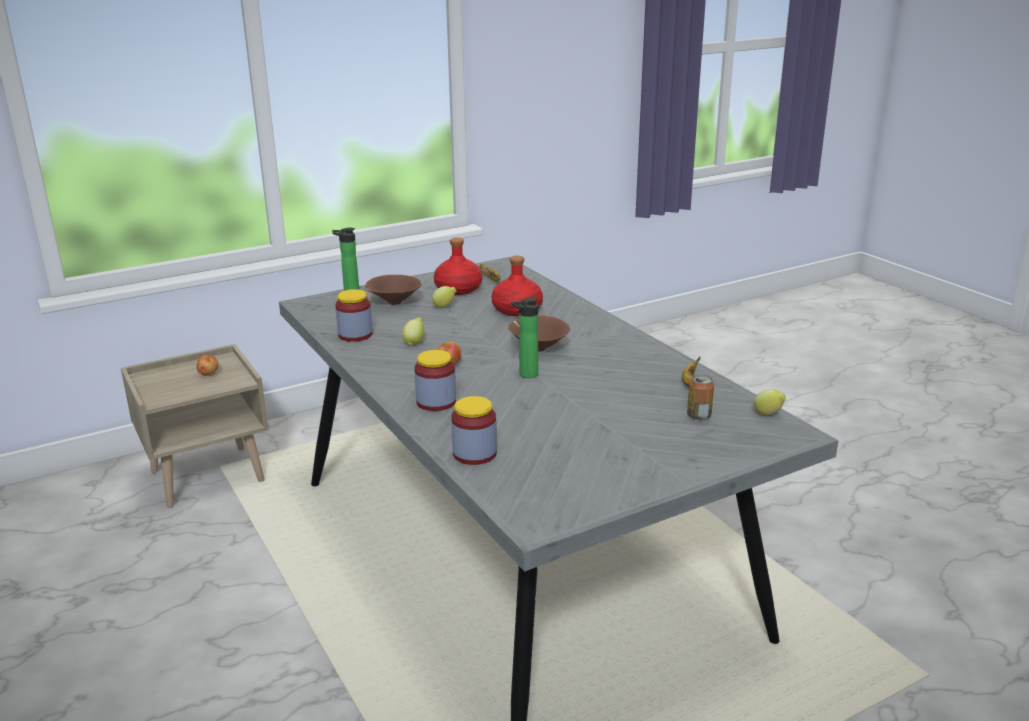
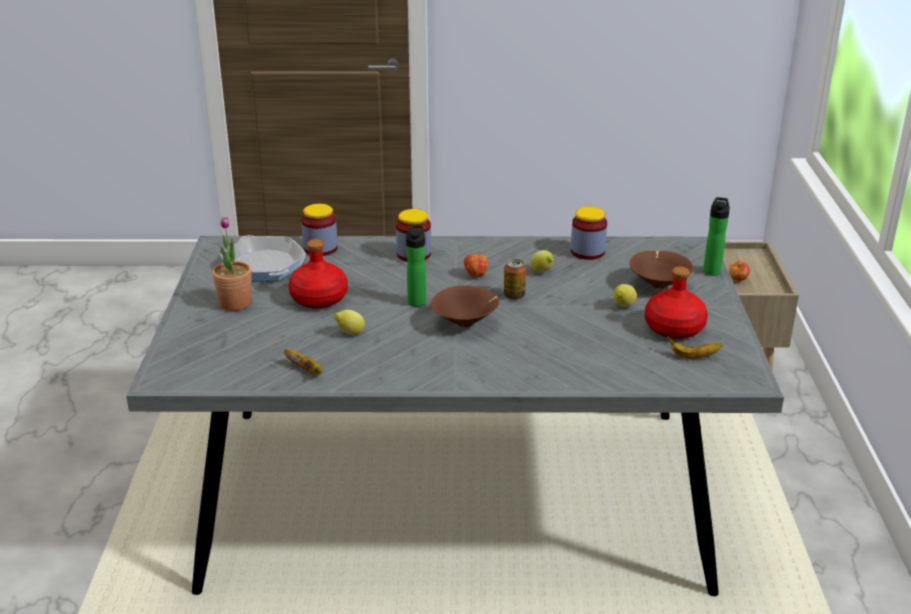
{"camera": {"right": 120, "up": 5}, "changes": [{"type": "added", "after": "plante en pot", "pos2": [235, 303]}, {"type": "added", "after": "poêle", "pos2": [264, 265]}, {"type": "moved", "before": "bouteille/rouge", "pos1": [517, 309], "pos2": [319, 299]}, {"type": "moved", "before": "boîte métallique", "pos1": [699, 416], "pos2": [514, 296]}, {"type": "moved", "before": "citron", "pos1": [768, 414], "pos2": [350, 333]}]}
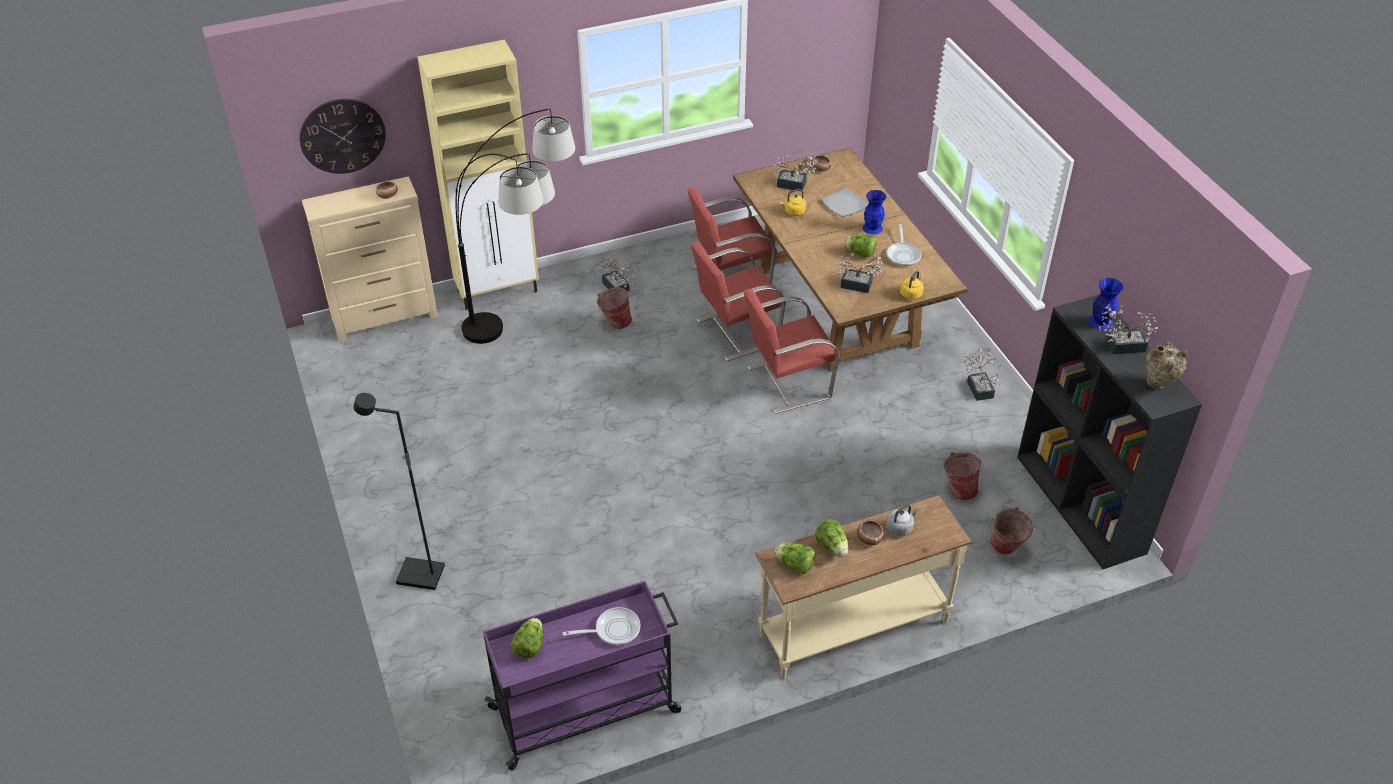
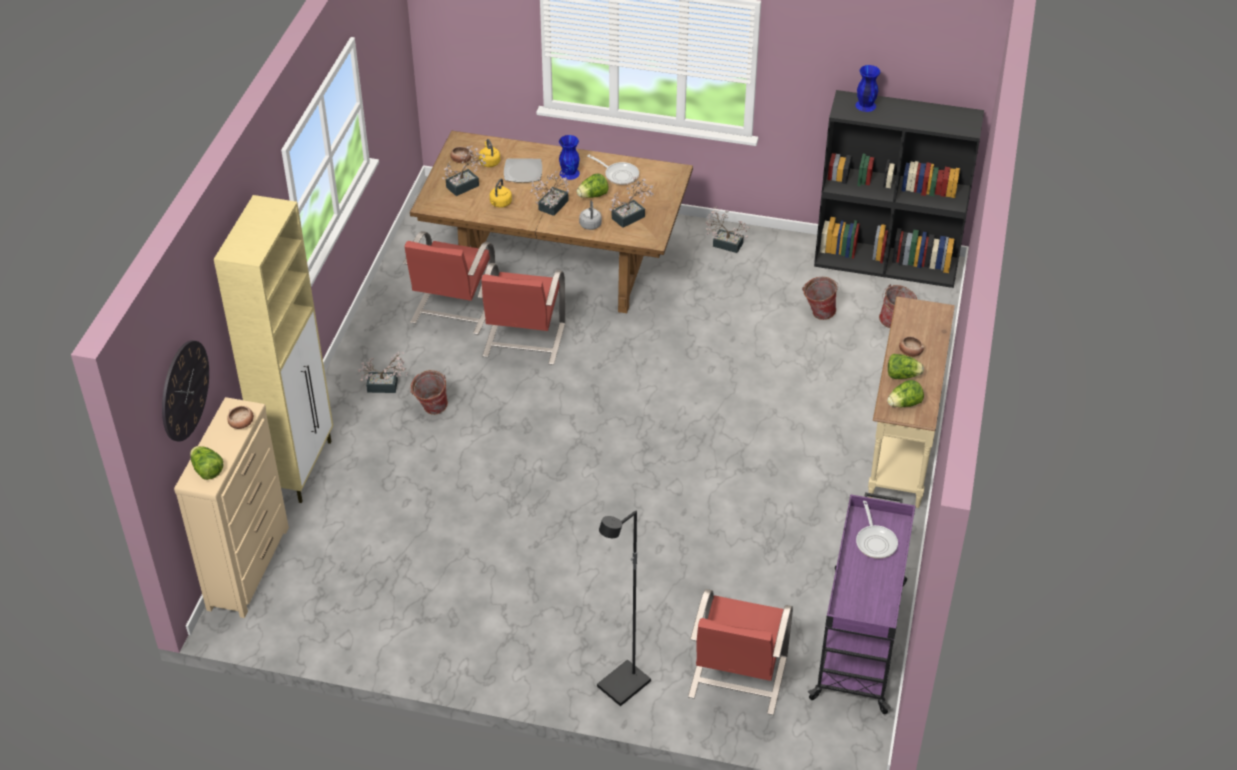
{"camera": {"right": -55, "up": 0}, "changes": [{"type": "removed", "before": "lampadaire", "pos1": [530, 339]}, {"type": "removed", "before": "vase/beige", "pos1": [1158, 385]}, {"type": "moved", "before": "laitue", "pos1": [529, 646], "pos2": [207, 470]}, {"type": "moved", "before": "chaise/rouge", "pos1": [787, 382], "pos2": [736, 678]}, {"type": "moved", "before": "bouilloire/gris", "pos1": [900, 527], "pos2": [590, 224]}, {"type": "moved", "before": "bouilloire/jaune", "pos1": [911, 293], "pos2": [489, 162]}, {"type": "moved", "before": "plante en pot", "pos1": [1121, 345], "pos2": [551, 207]}, {"type": "turned", "before": "poêle", "pos1": [613, 630], "pos2": [875, 541], "turn": 150}]}
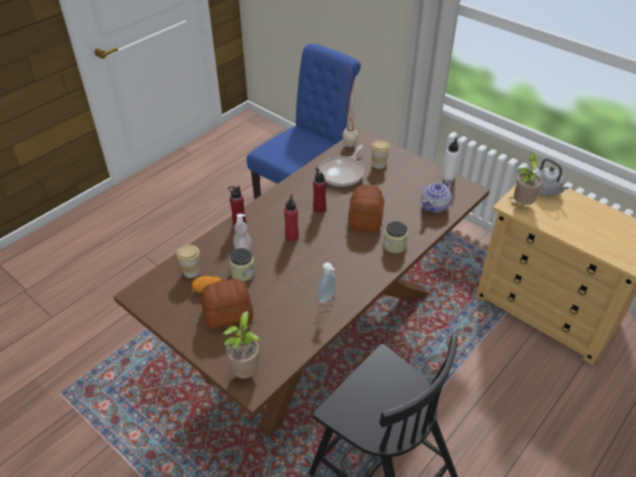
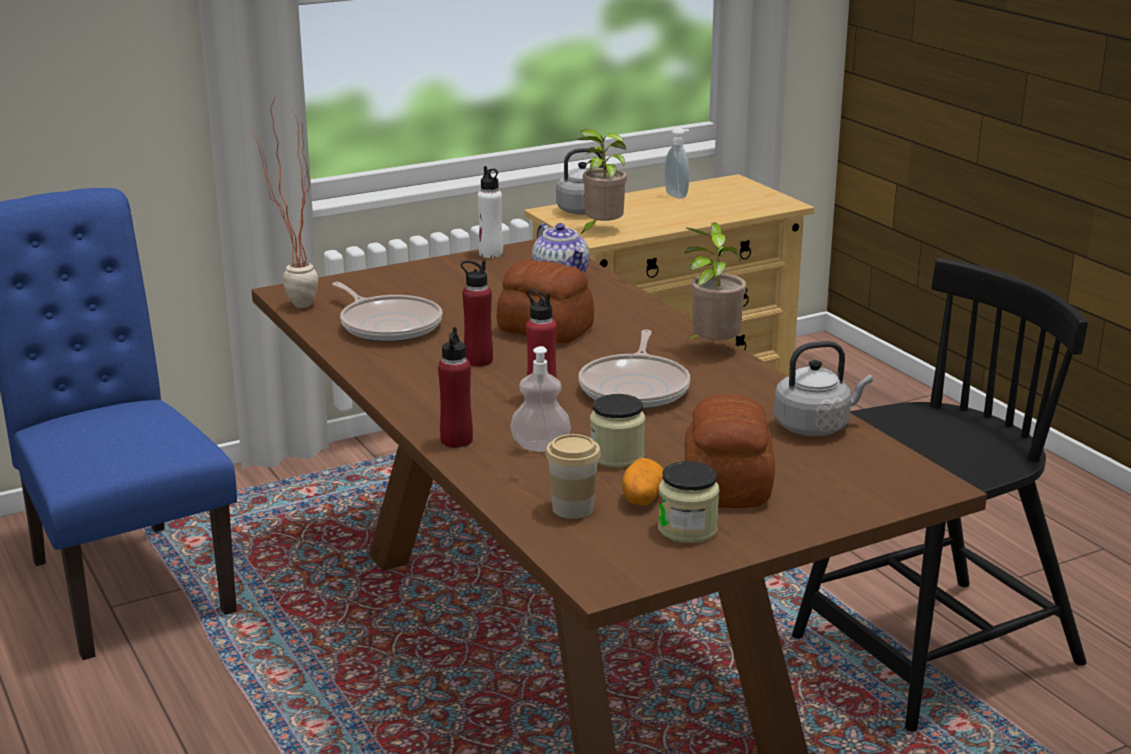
{"camera": {"right": -70, "up": -20}, "changes": [{"type": "removed", "before": "tasse", "pos1": [378, 164]}, {"type": "added", "after": "poêle", "pos2": [635, 388]}, {"type": "added", "after": "bouilloire/gris", "pos2": [815, 426]}, {"type": "moved", "before": "plante en pot", "pos1": [246, 372], "pos2": [712, 349]}, {"type": "moved", "before": "distributeur de savon", "pos1": [327, 298], "pos2": [677, 195]}, {"type": "moved", "before": "bocal", "pos1": [394, 245], "pos2": [687, 529]}]}
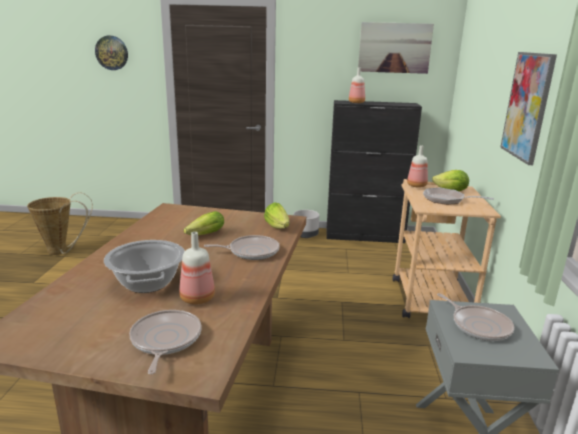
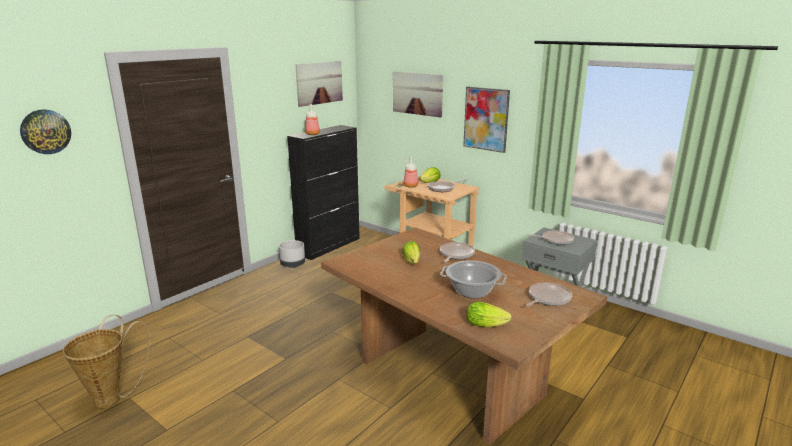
{"camera": {"right": -55, "up": 0}, "changes": [{"type": "removed", "before": "bouteille", "pos1": [197, 299]}, {"type": "added", "after": "tableau", "pos2": [417, 93]}, {"type": "moved", "before": "laitue", "pos1": [278, 227], "pos2": [488, 324]}, {"type": "turned", "before": "poêle", "pos1": [165, 340], "pos2": [547, 298], "turn": 105}]}
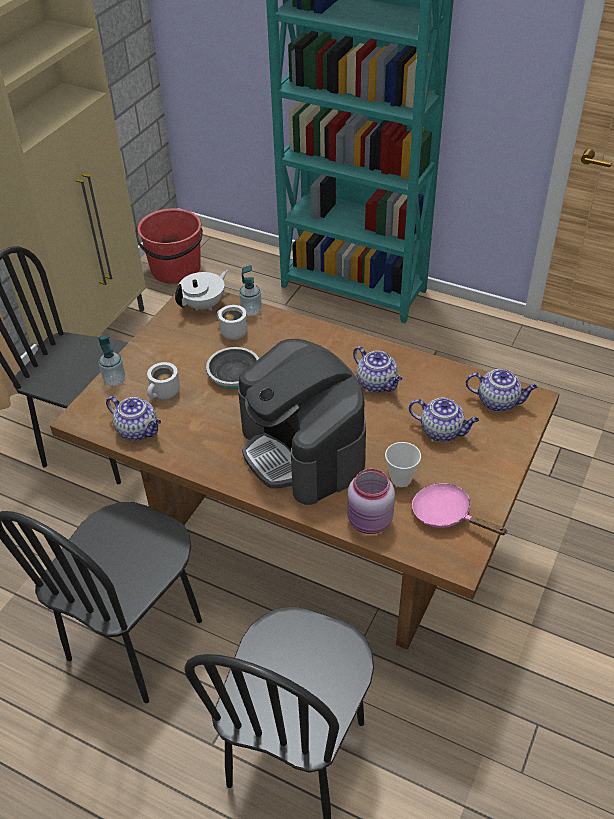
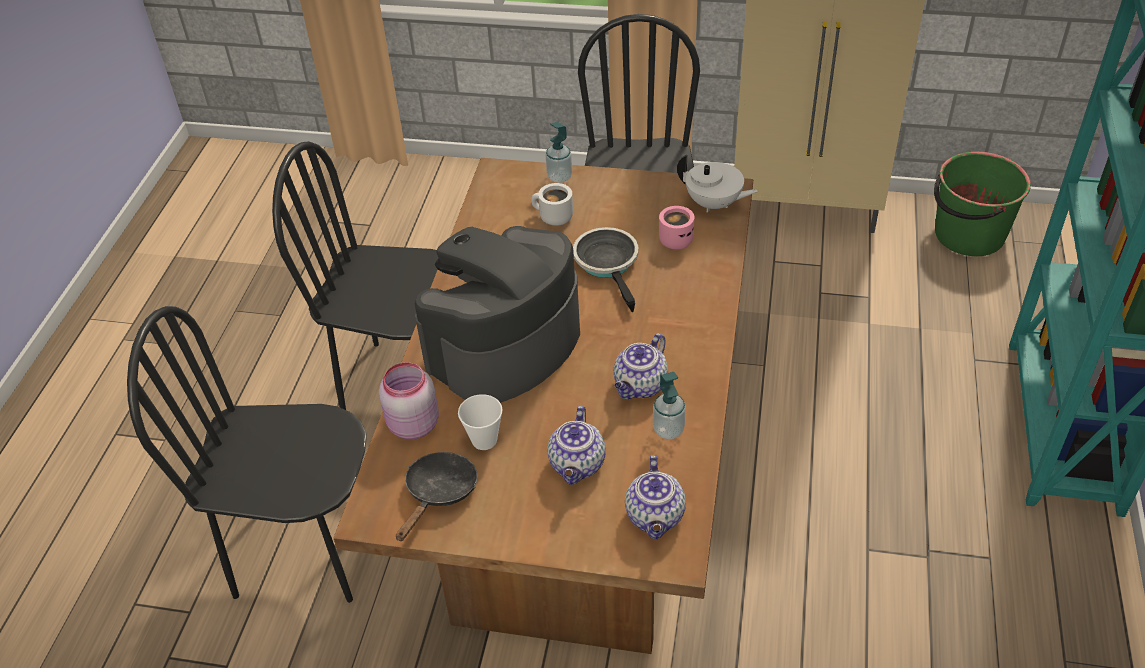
{"camera": {"right": 75, "up": 0}, "changes": [{"type": "removed", "before": "théière", "pos1": [138, 430]}, {"type": "moved", "before": "distributeur de savon", "pos1": [251, 311], "pos2": [668, 430]}, {"type": "recoloured", "before": "seau/rouge", "after": "seau/vert", "pos1": [175, 270], "pos2": [968, 235]}, {"type": "recoloured", "before": "mug/blanc", "after": "mug/rose", "pos1": [231, 332], "pos2": [675, 238]}, {"type": "recoloured", "before": "poêle/rose", "after": "poêle/noir", "pos1": [447, 515], "pos2": [439, 493]}]}
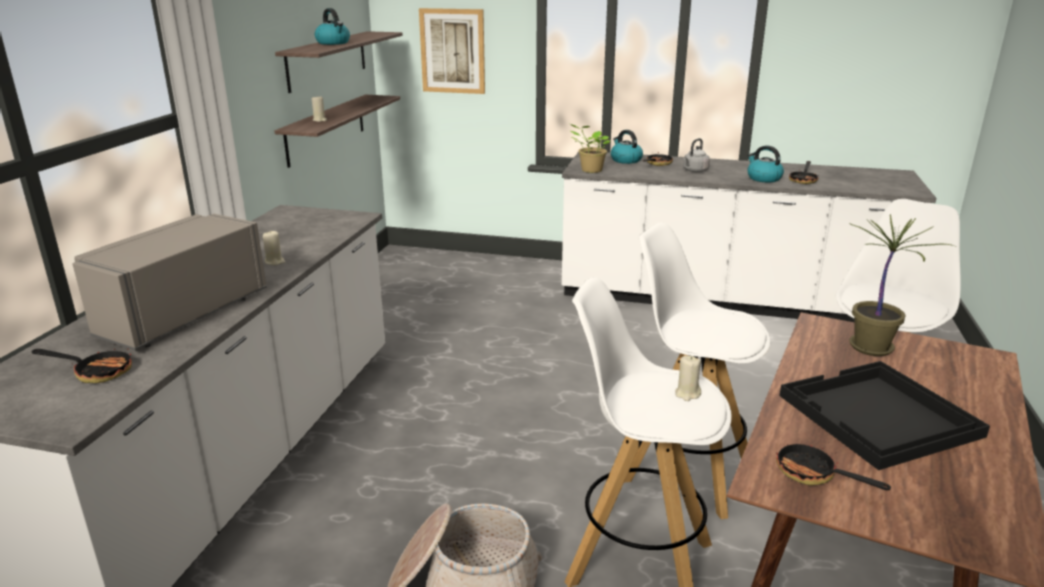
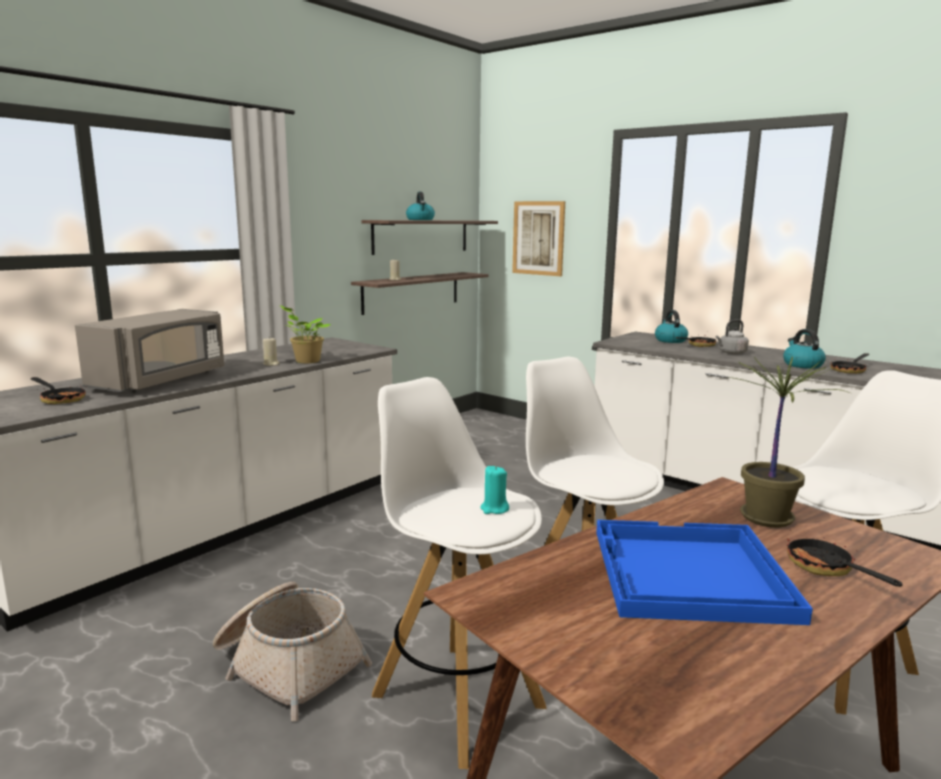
{"camera": {"right": 25, "up": -10}, "changes": [{"type": "moved", "before": "plante en pot", "pos1": [590, 170], "pos2": [306, 361]}, {"type": "moved", "before": "poêle", "pos1": [813, 475], "pos2": [826, 569]}, {"type": "recoloured", "before": "bougie/beige", "after": "bougie/turquoise", "pos1": [687, 394], "pos2": [494, 509]}, {"type": "recoloured", "before": "plateau/noir", "after": "plateau/bleu", "pos1": [878, 416], "pos2": [688, 574]}, {"type": "turned", "before": "micro-ondes/gris", "pos1": [181, 314], "pos2": [161, 381], "turn": 150}]}
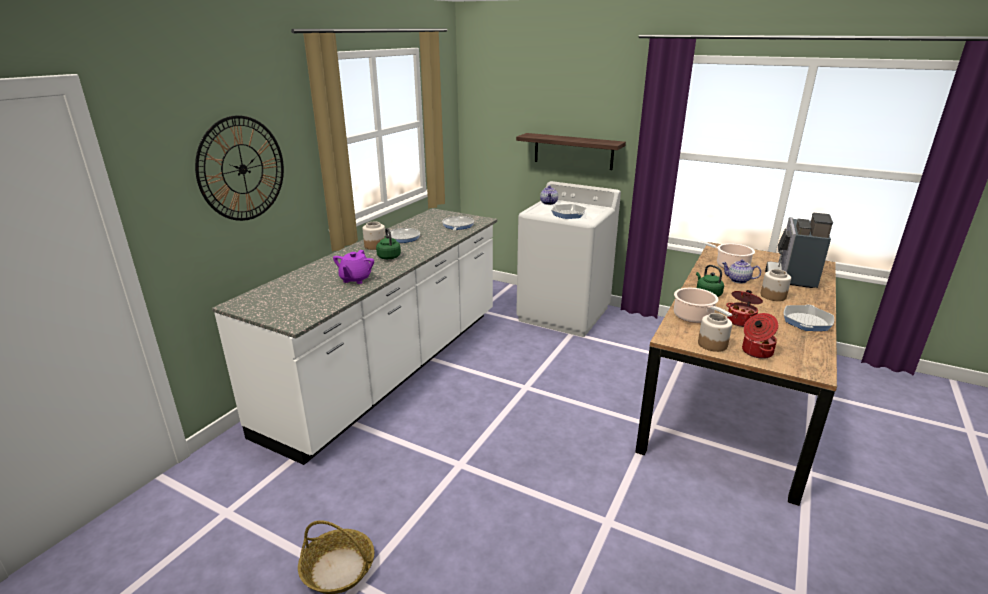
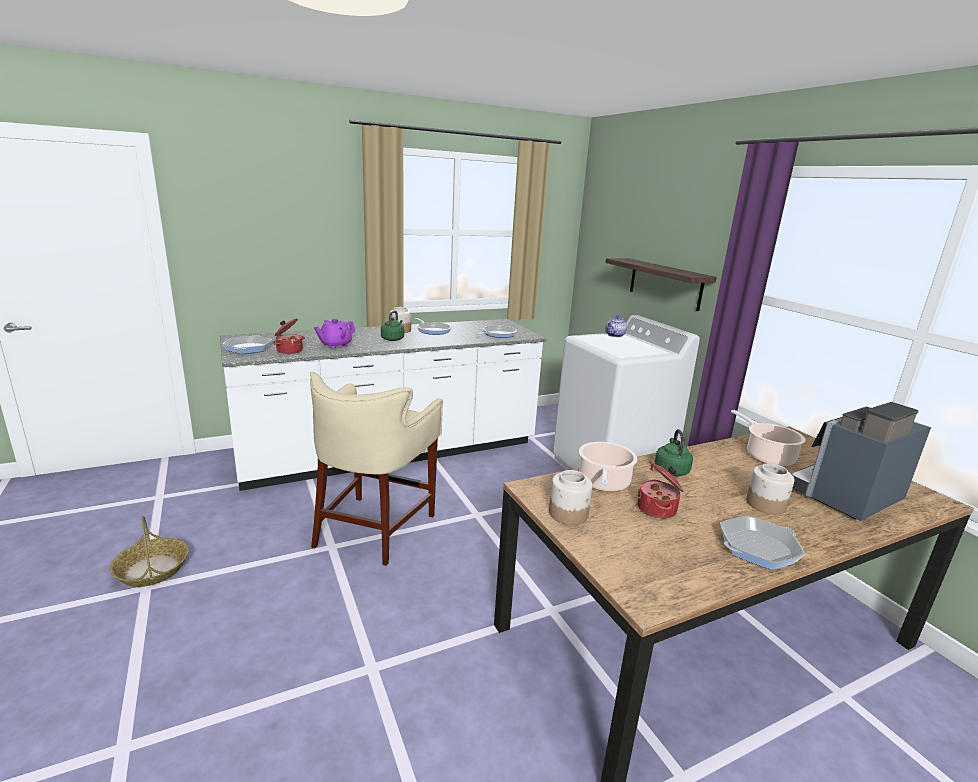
{"camera": {"right": 35, "up": -5}, "changes": [{"type": "removed", "before": "horloge murale", "pos1": [242, 169]}, {"type": "removed", "before": "théière", "pos1": [738, 280]}, {"type": "added", "after": "tabouret/beige", "pos2": [375, 528]}, {"type": "moved", "before": "poêle", "pos1": [568, 214], "pos2": [248, 348]}, {"type": "moved", "before": "marmite", "pos1": [756, 352], "pos2": [289, 350]}]}
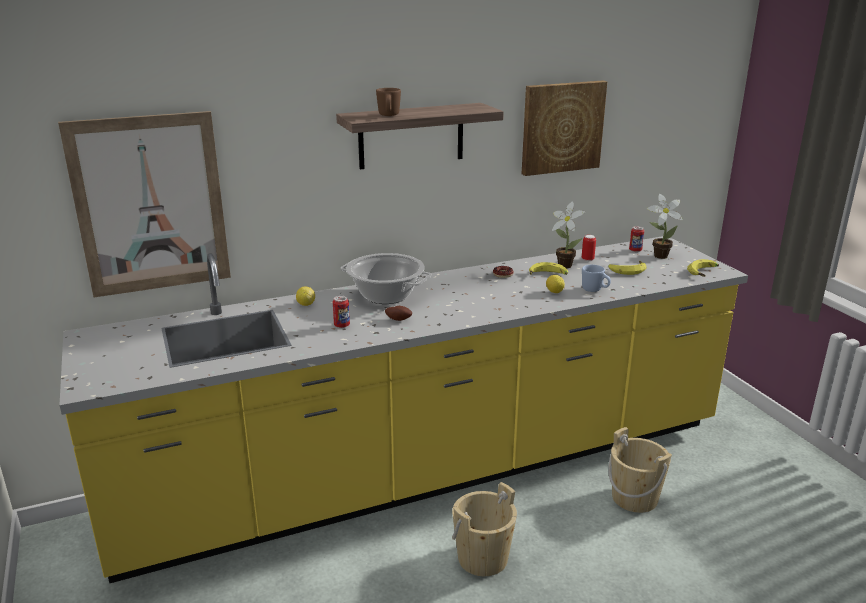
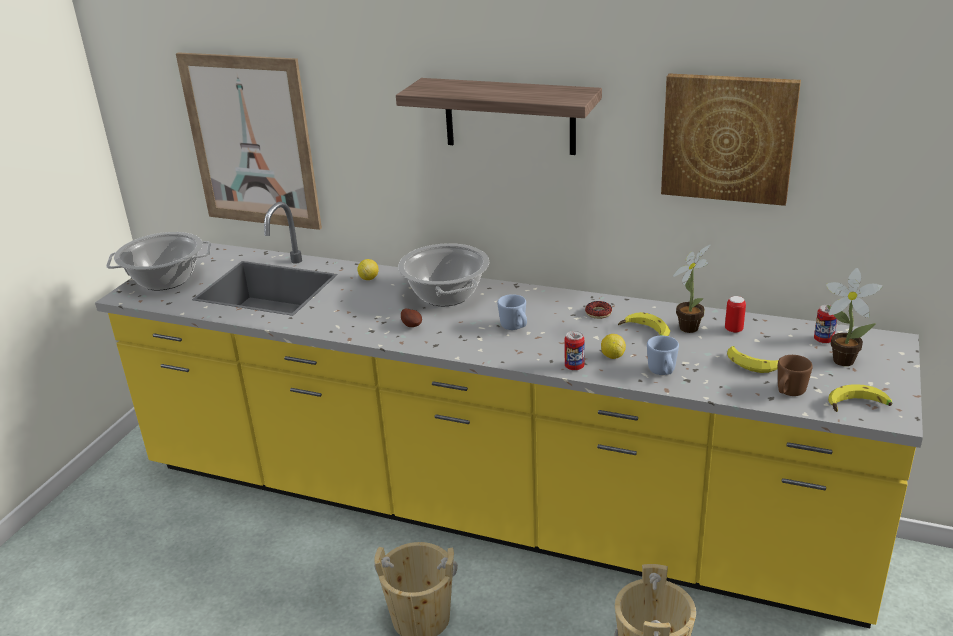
{"camera": {"right": 45, "up": 5}, "changes": [{"type": "added", "after": "marmite", "pos2": [166, 280]}, {"type": "added", "after": "mug/bleu", "pos2": [515, 328]}, {"type": "moved", "before": "boîte métallique", "pos1": [342, 325], "pos2": [574, 367]}, {"type": "moved", "before": "mug/marron", "pos1": [388, 115], "pos2": [788, 393]}]}
